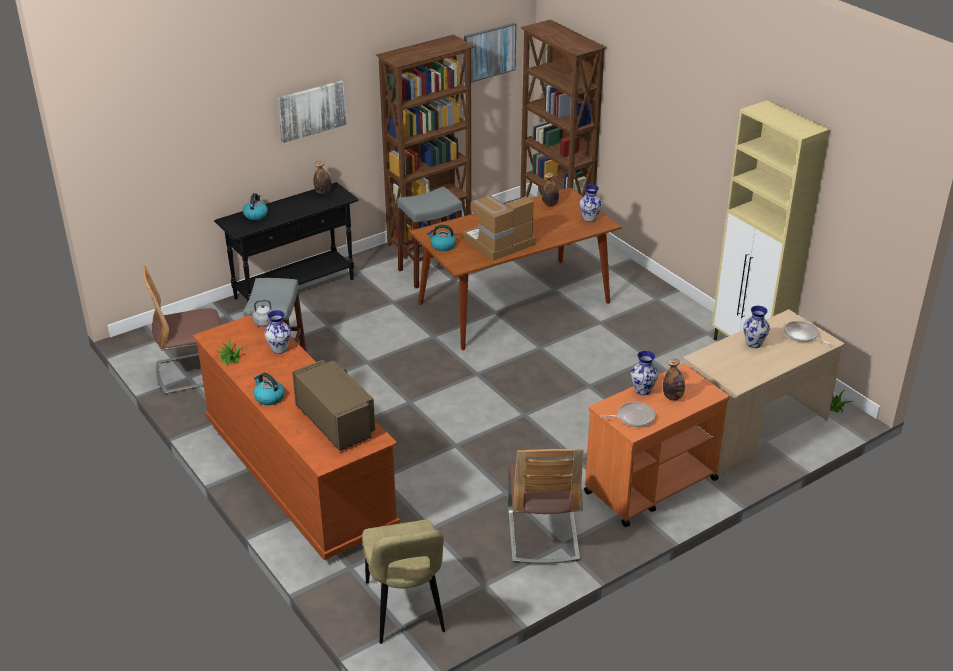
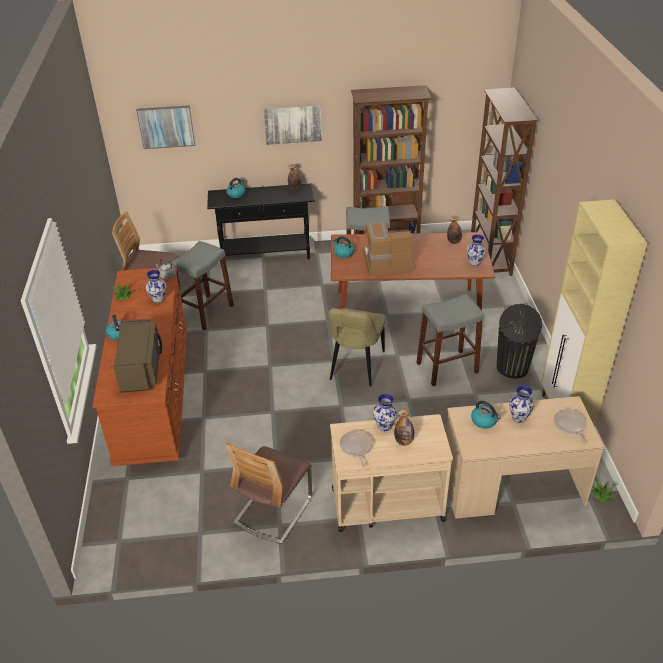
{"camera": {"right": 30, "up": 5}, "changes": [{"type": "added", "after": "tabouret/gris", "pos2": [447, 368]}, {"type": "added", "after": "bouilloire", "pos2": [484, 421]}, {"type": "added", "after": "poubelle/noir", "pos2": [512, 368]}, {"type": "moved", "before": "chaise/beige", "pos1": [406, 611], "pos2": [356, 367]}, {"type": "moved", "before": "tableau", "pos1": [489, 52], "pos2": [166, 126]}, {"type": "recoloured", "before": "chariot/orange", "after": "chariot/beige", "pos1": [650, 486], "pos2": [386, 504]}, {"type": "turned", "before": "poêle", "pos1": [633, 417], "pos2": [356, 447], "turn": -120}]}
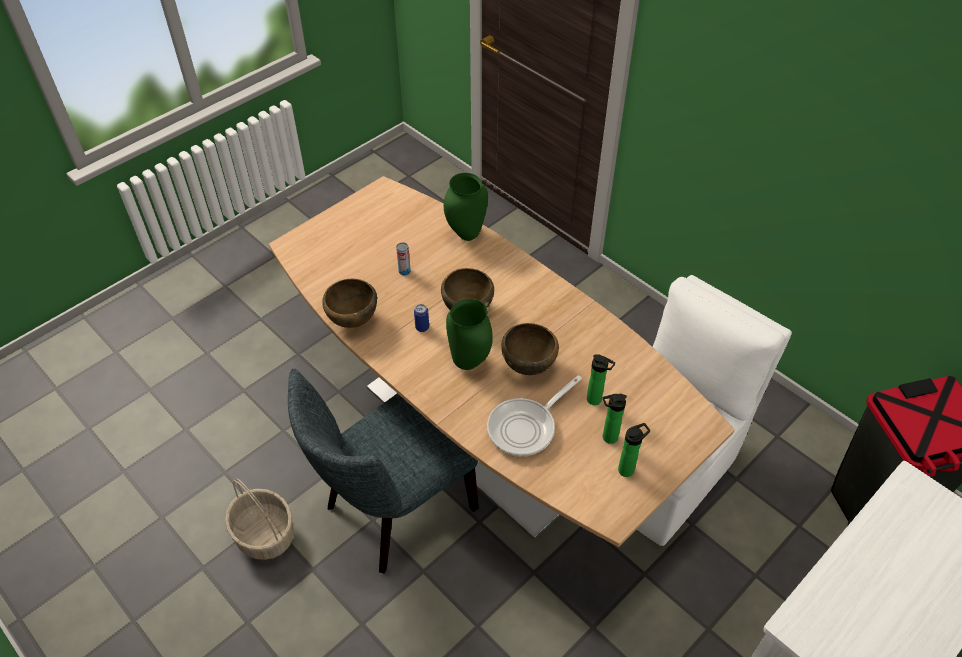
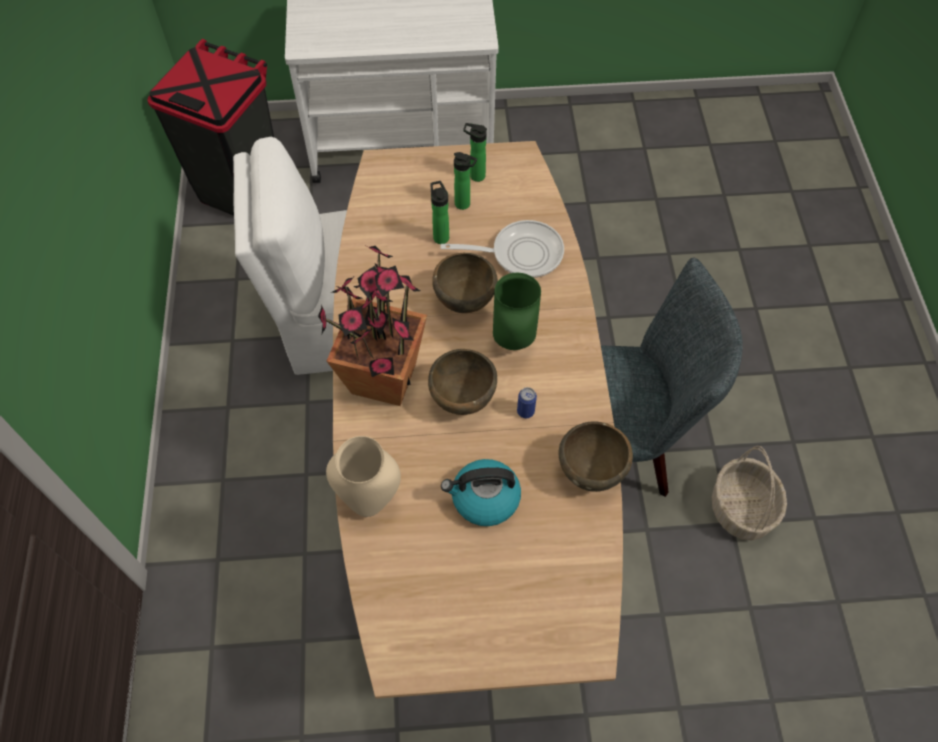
{"camera": {"right": -140, "up": 10}, "changes": [{"type": "added", "after": "plante en pot", "pos2": [382, 378]}, {"type": "replaced", "before": "boîte métallique", "after": "bouilloire", "pos1": [404, 271], "pos2": [484, 499]}, {"type": "recoloured", "before": "vase/vert", "after": "vase/beige", "pos1": [466, 234], "pos2": [369, 501]}]}
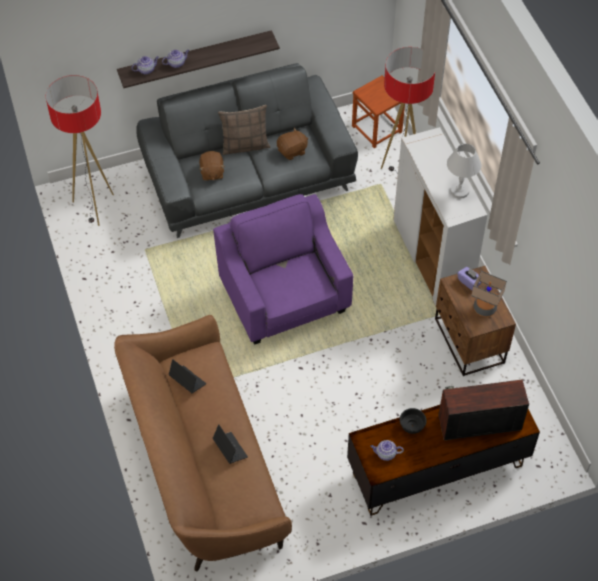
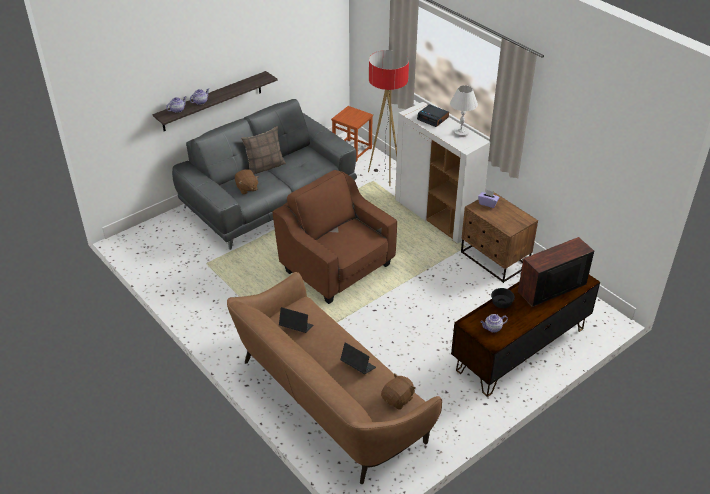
{"camera": {"right": -20, "up": -15}, "changes": [{"type": "removed", "before": "lampadaire", "pos1": [94, 207]}, {"type": "removed", "before": "lampe de table", "pos1": [484, 308]}, {"type": "added", "after": "réveil", "pos2": [433, 118]}, {"type": "moved", "before": "peluche/marron", "pos1": [292, 151], "pos2": [398, 399]}, {"type": "recoloured", "before": "fauteuil/violet", "after": "fauteuil/marron", "pos1": [285, 298], "pos2": [337, 267]}]}
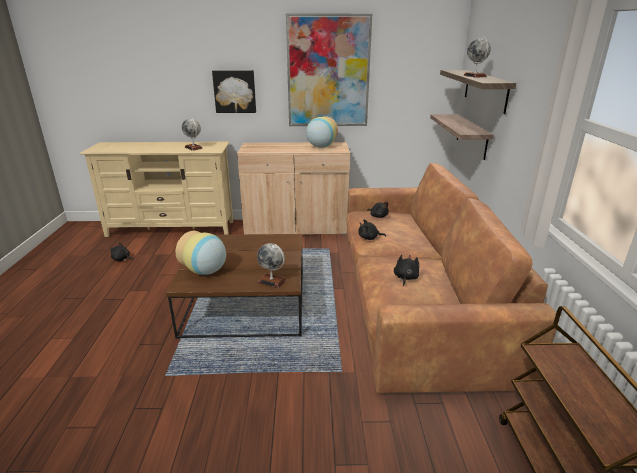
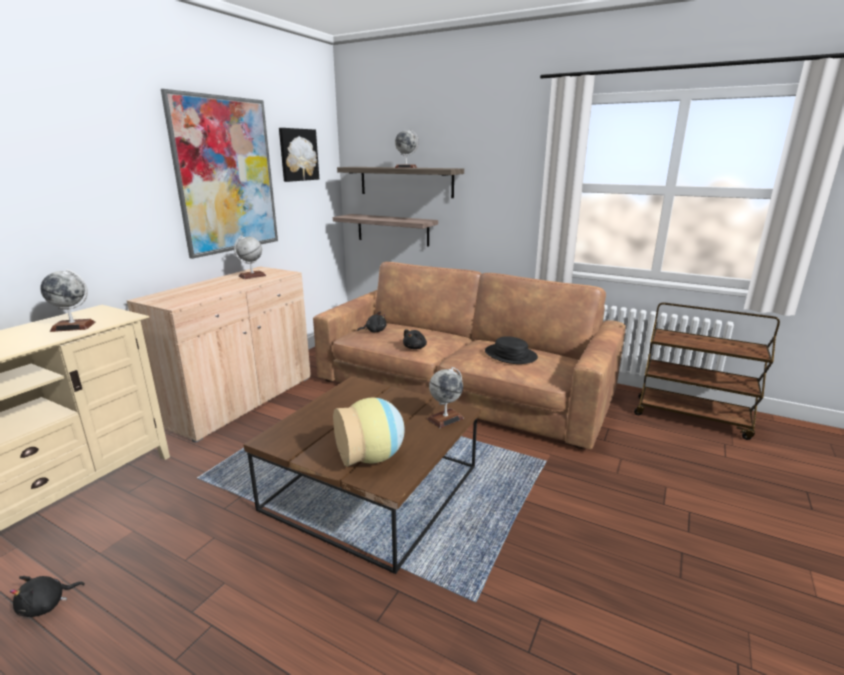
{"camera": {"right": -60, "up": -5}, "changes": [{"type": "moved", "before": "tableau", "pos1": [235, 91], "pos2": [298, 155]}, {"type": "replaced", "before": "vase", "after": "globe", "pos1": [321, 146], "pos2": [252, 276]}, {"type": "replaced", "before": "peluche/noir", "after": "chapeau/noir", "pos1": [405, 278], "pos2": [510, 355]}]}
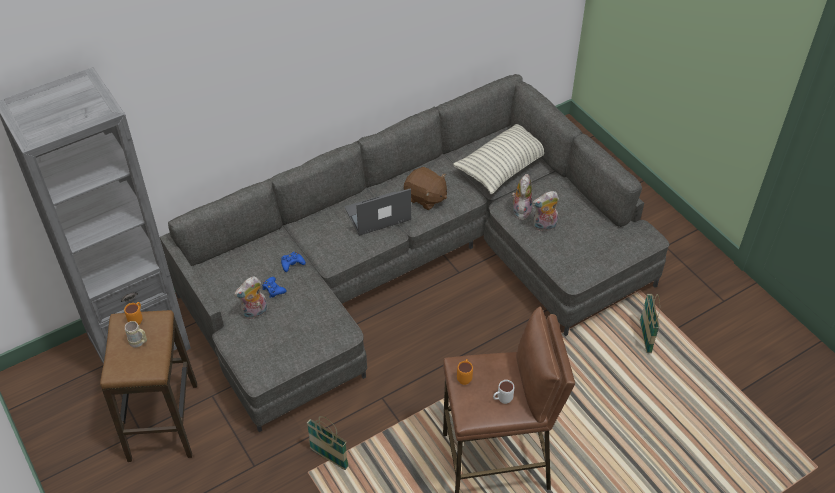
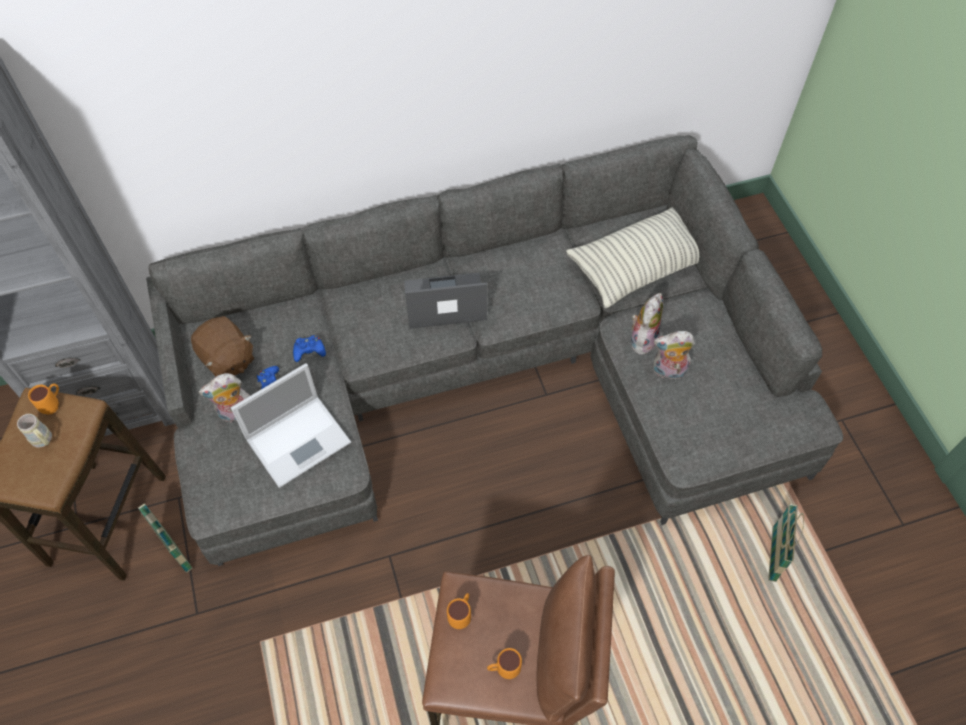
{"camera": {"right": 15, "up": 10}, "changes": [{"type": "added", "after": "ordinateur portable", "pos2": [300, 439]}, {"type": "moved", "before": "panier", "pos1": [329, 458], "pos2": [175, 550]}, {"type": "moved", "before": "peluche/marron", "pos1": [425, 198], "pos2": [227, 359]}, {"type": "recoloured", "before": "mug/blanc", "after": "mug/orange", "pos1": [502, 400], "pos2": [503, 669]}]}
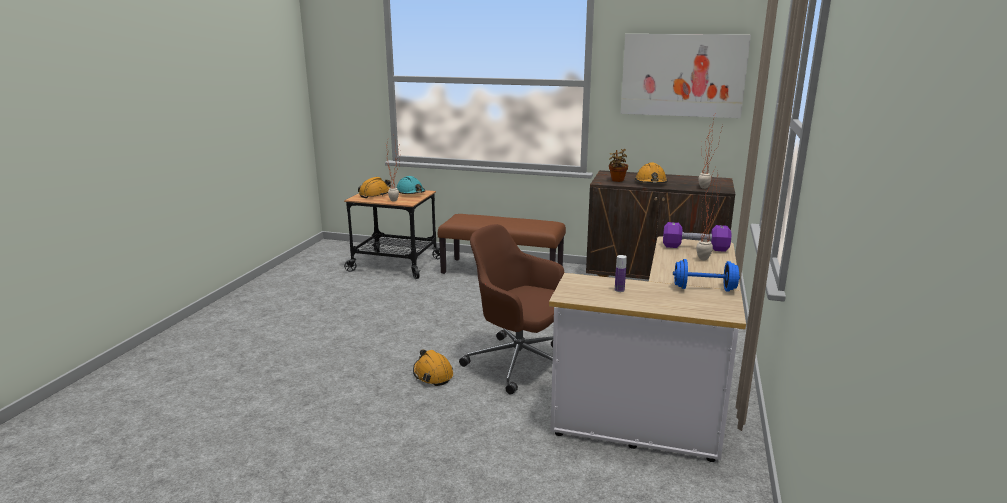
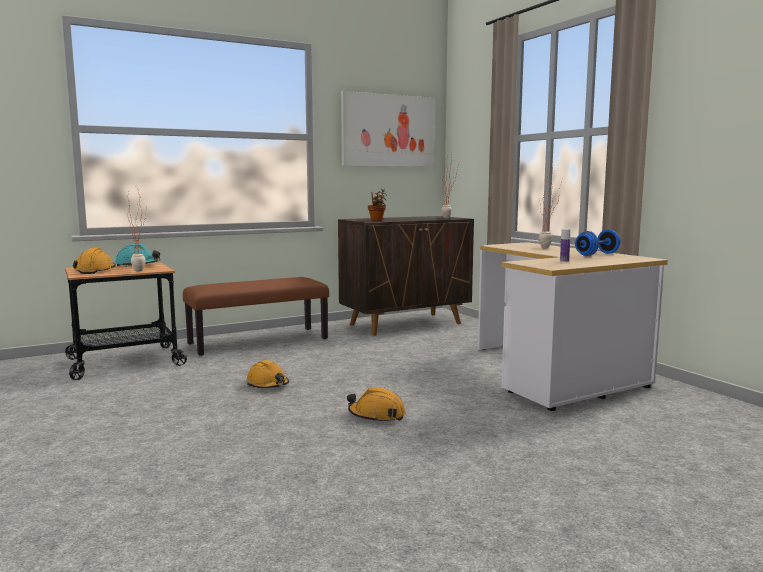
{"camera": {"right": -45, "up": -10}, "changes": [{"type": "removed", "before": "chaise de bureau/marron", "pos1": [519, 363]}, {"type": "removed", "before": "haltère/violet", "pos1": [695, 247]}, {"type": "moved", "before": "casque de chantier/orange", "pos1": [651, 182], "pos2": [268, 385]}]}
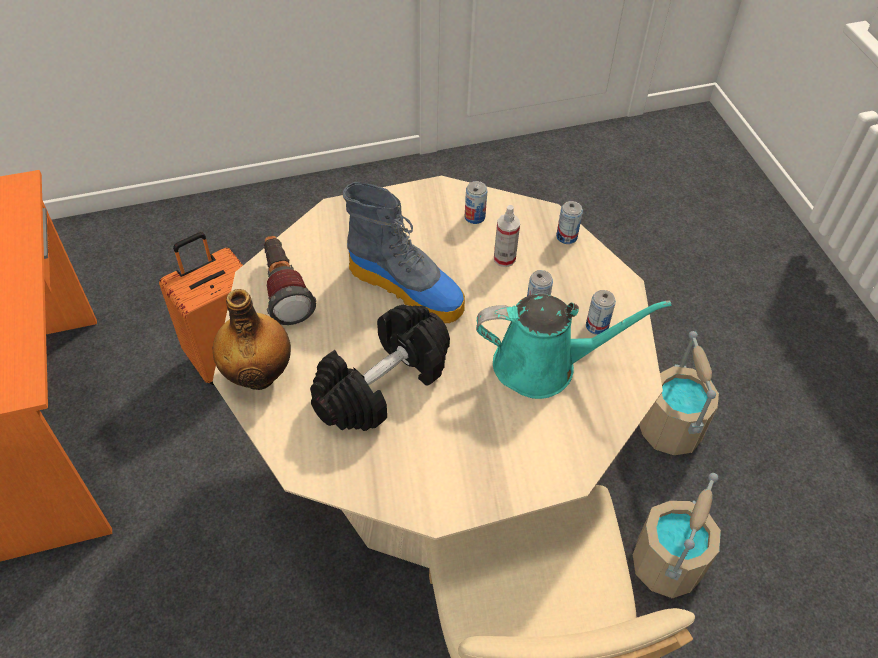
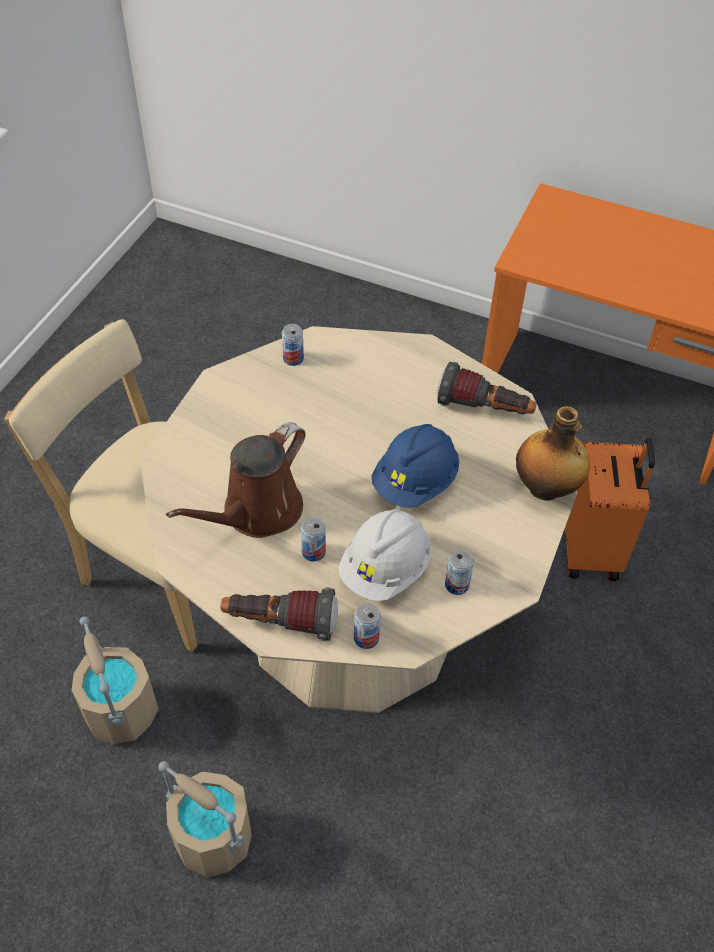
{"camera": {"right": 130, "up": 0}, "changes": [{"type": "removed", "before": "haltère/noir", "pos1": [383, 385]}, {"type": "added", "after": "lampe de poche", "pos2": [280, 623]}, {"type": "moved", "before": "bouteille", "pos1": [259, 374], "pos2": [546, 488]}, {"type": "moved", "before": "boîte métallique", "pos1": [597, 326], "pos2": [293, 358]}, {"type": "replaced", "before": "botte", "after": "casque de chantier/bleu", "pos1": [407, 288], "pos2": [415, 482]}, {"type": "replaced", "before": "vaporisateur", "after": "casque de chantier/blanc", "pos1": [504, 258], "pos2": [385, 569]}, {"type": "recoloured", "before": "arrosoir/turquoise", "after": "arrosoir/marron", "pos1": [543, 365], "pos2": [257, 512]}]}
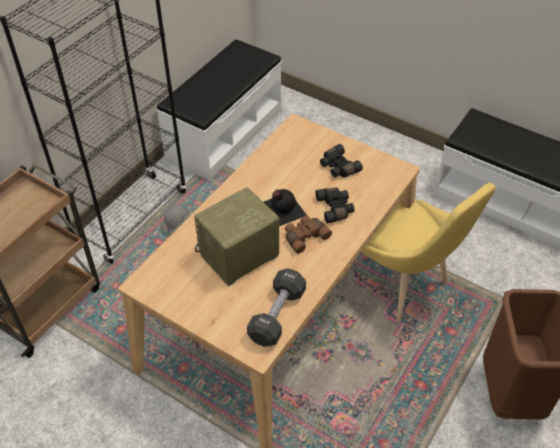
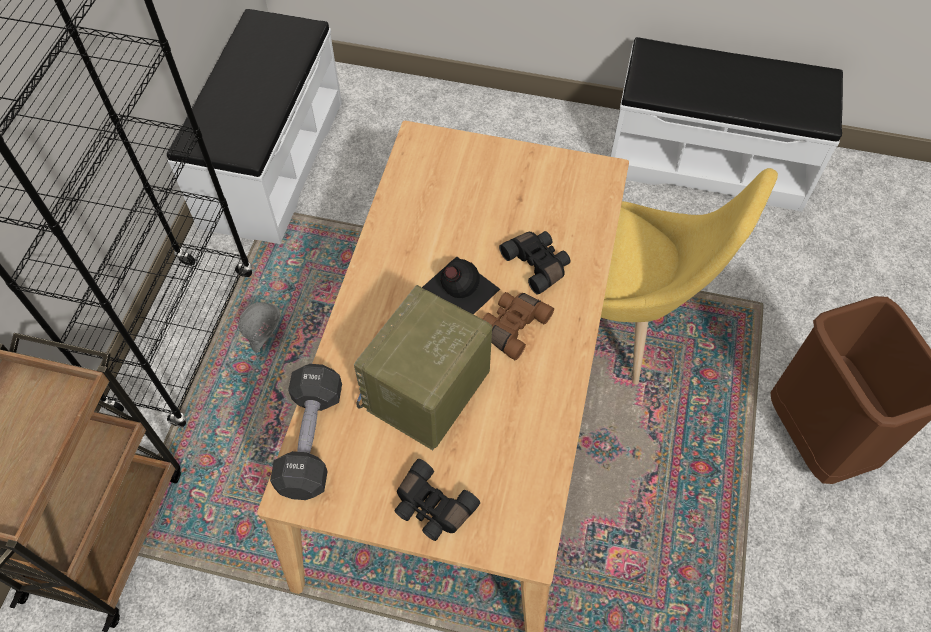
{"camera": {"right": -20, "up": 10}, "changes": [{"type": "moved", "before": "haltère/noir", "pos1": [277, 315], "pos2": [311, 440]}, {"type": "moved", "before": "jumelles/noir", "pos1": [338, 167], "pos2": [431, 508]}]}
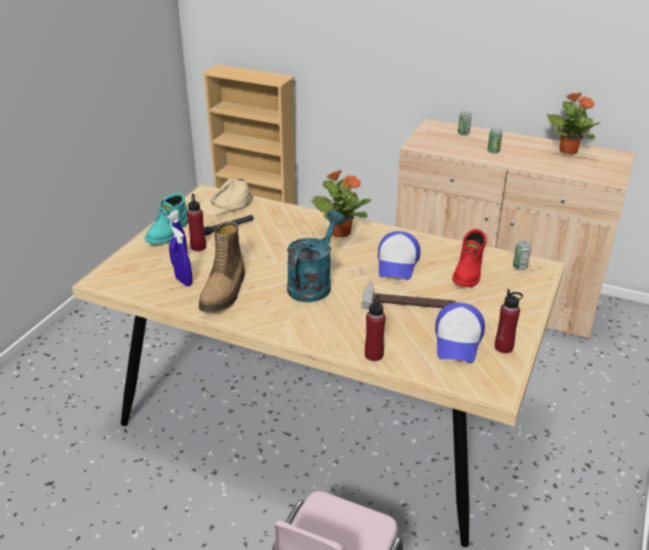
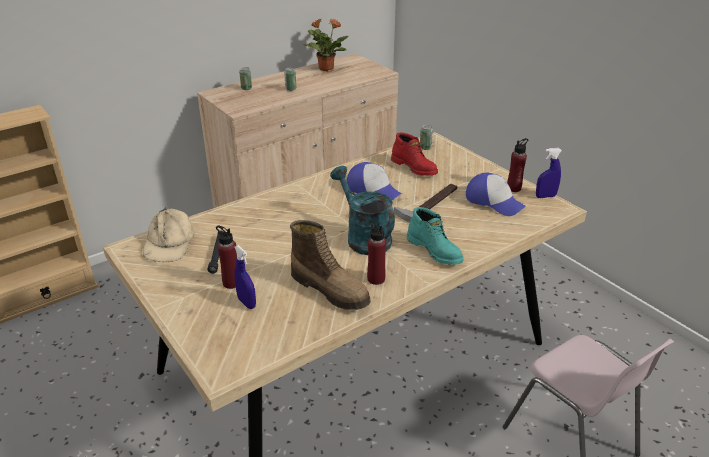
{"camera": {"right": -60, "up": 0}, "changes": [{"type": "removed", "before": "plante en pot", "pos1": [340, 232]}, {"type": "moved", "before": "botte/turquoise", "pos1": [169, 233], "pos2": [435, 250]}, {"type": "moved", "before": "vaporisateur/bleu", "pos1": [184, 281], "pos2": [545, 196]}, {"type": "moved", "before": "bouteille/rouge", "pos1": [374, 355], "pos2": [376, 279]}]}
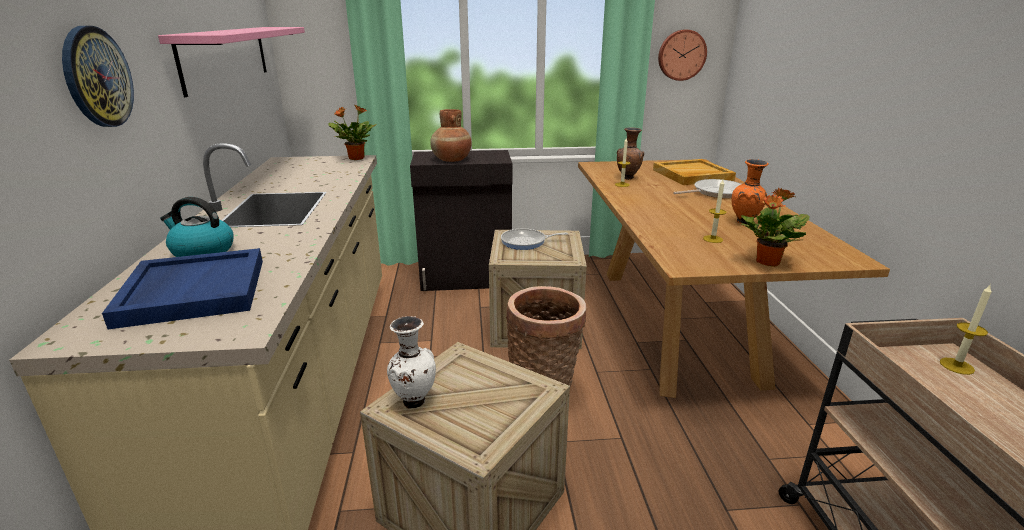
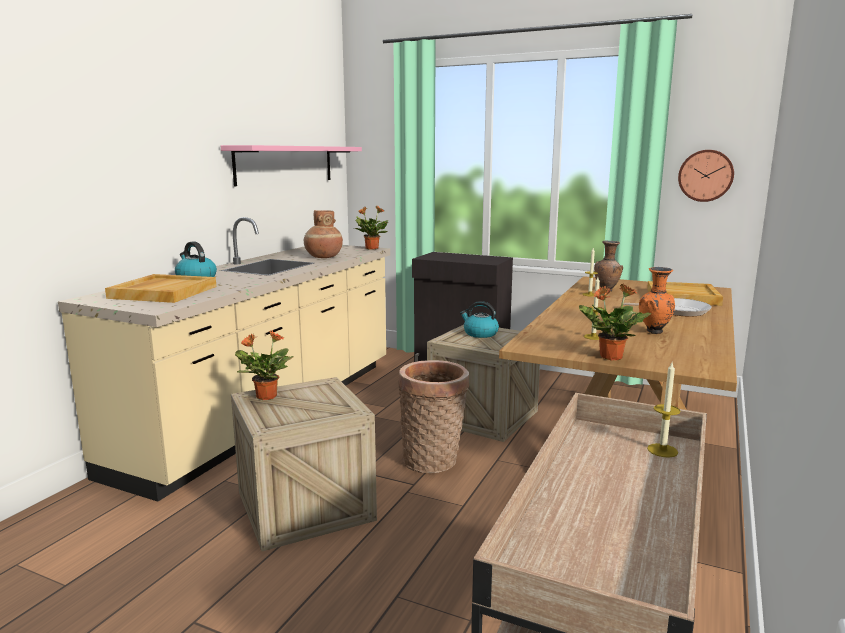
{"camera": {"right": 30, "up": -10}, "changes": [{"type": "removed", "before": "horloge murale", "pos1": [97, 77]}, {"type": "moved", "before": "vase/marron", "pos1": [451, 160], "pos2": [323, 257]}, {"type": "replaced", "before": "vase/blanc", "after": "plante en pot", "pos1": [413, 401], "pos2": [265, 396]}, {"type": "replaced", "before": "poêle", "after": "bouilloire", "pos1": [526, 242], "pos2": [480, 334]}, {"type": "recoloured", "before": "plateau/bleu", "after": "plateau/beige", "pos1": [193, 291], "pos2": [163, 292]}]}
